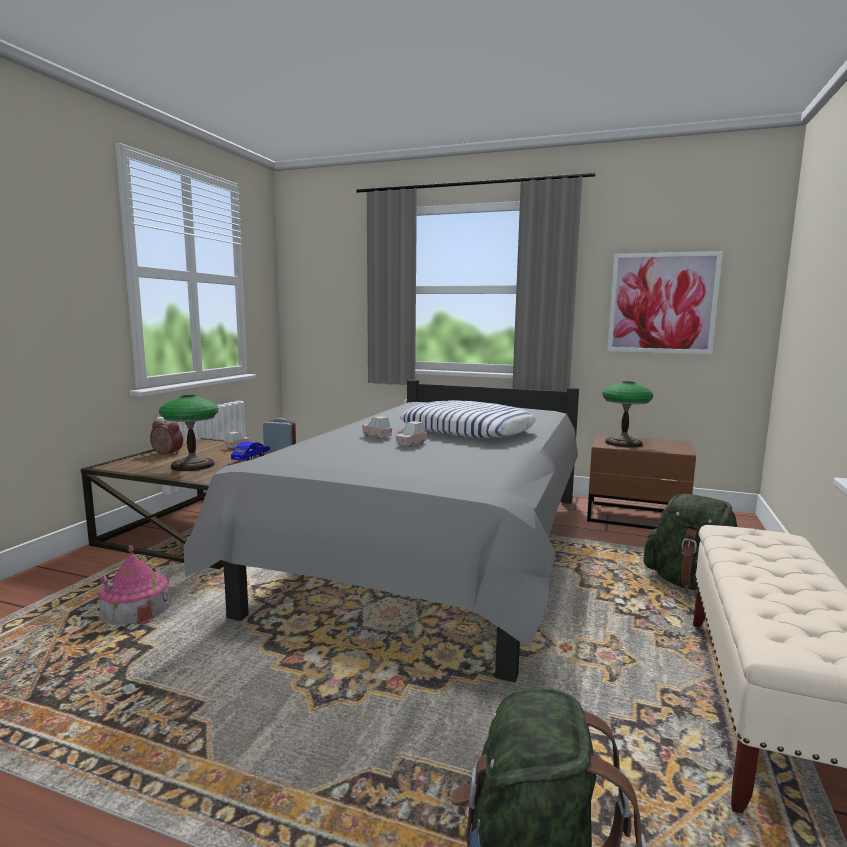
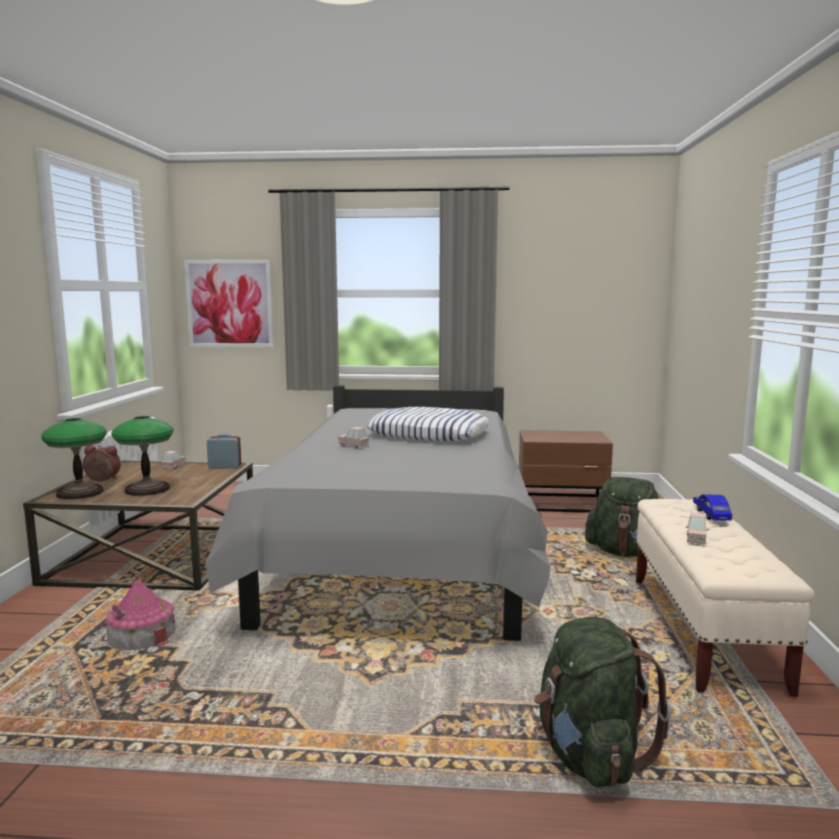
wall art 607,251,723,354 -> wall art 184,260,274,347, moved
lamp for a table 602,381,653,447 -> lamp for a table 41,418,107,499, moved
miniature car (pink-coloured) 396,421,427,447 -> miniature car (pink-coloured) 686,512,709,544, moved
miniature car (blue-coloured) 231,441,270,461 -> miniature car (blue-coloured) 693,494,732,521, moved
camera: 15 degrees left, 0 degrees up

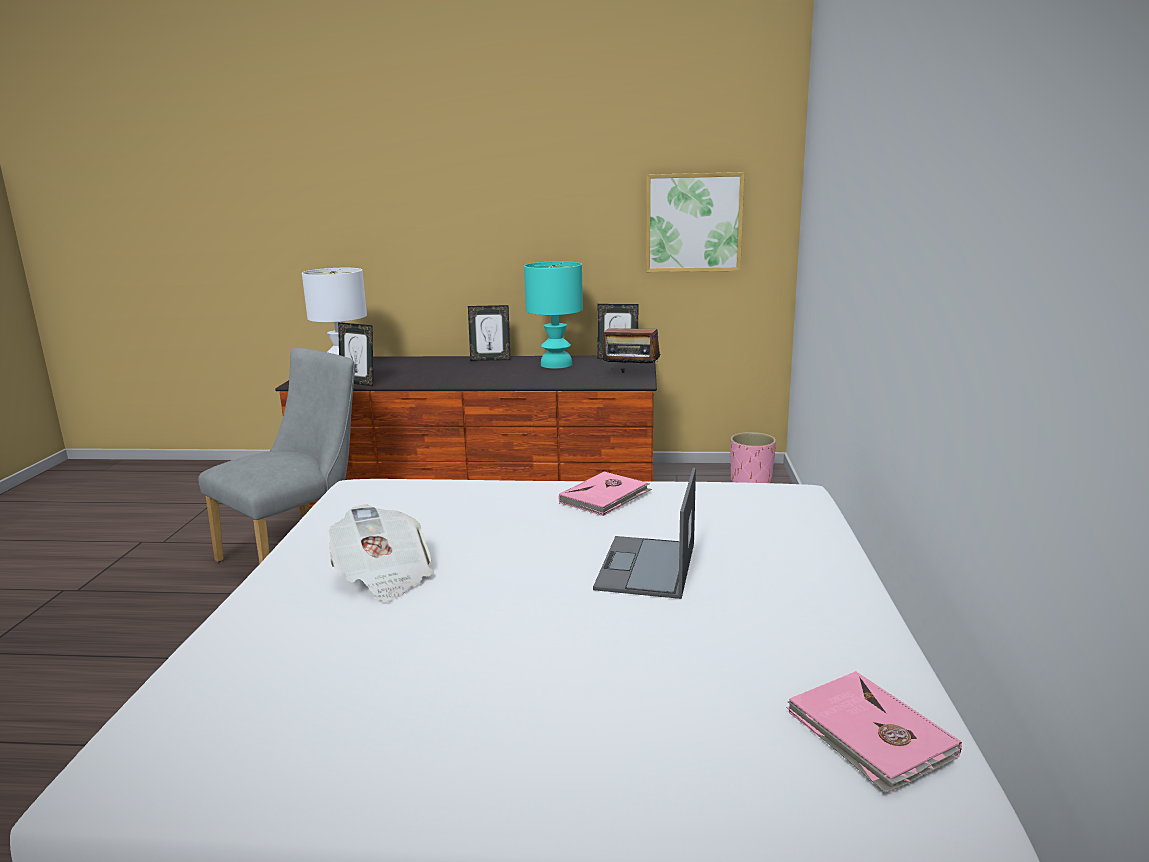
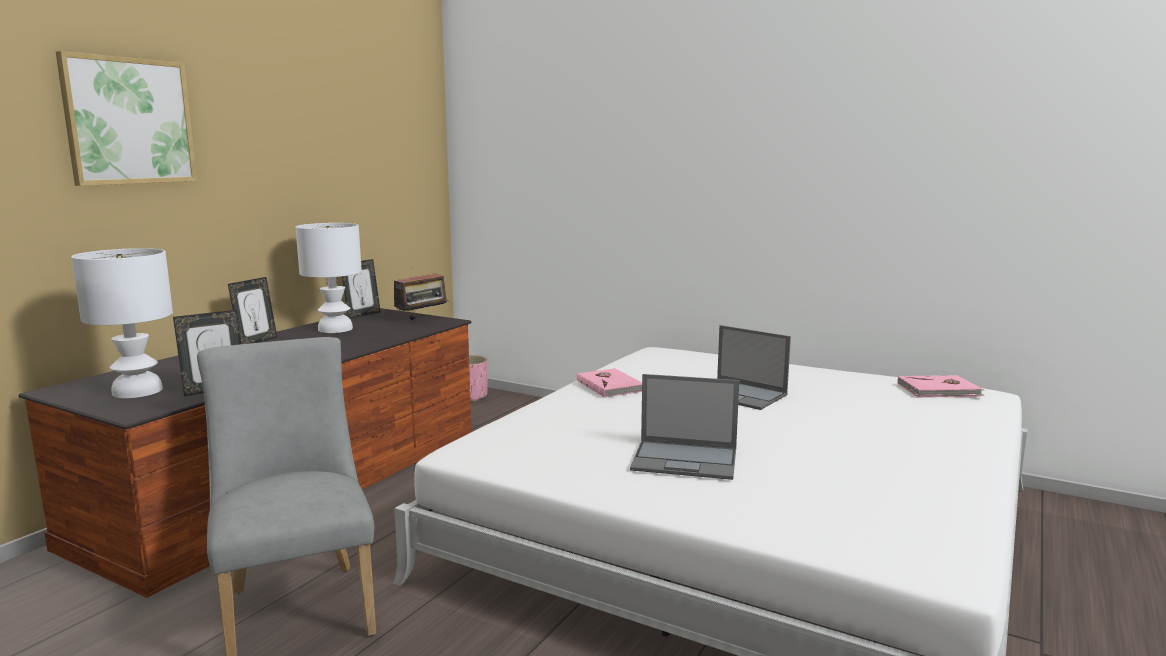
wall art 646,172,744,272 -> wall art 56,51,197,186, moved
lamp for a table (blue-green) 524,261,583,369 -> lamp for a table (white-coloured) 296,223,362,333
printed paper 329,505,433,602 -> laptop 630,374,739,480
camera: 65 degrees left, 5 degrees down

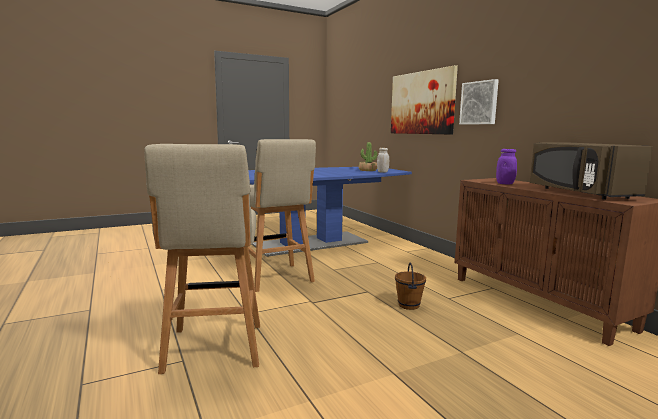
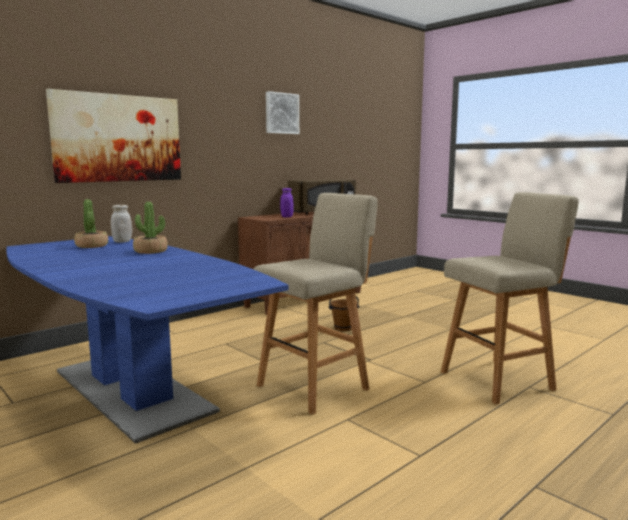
wall art 459,79,499,125 -> wall art 266,91,299,134, moved
none -> plant in a pot 133,202,168,254
camera: 105 degrees left, 0 degrees up

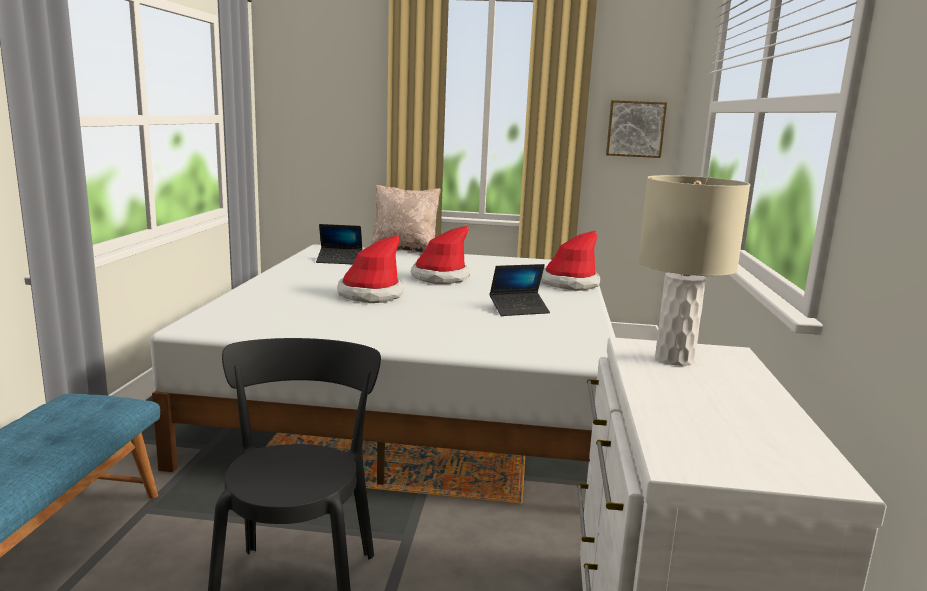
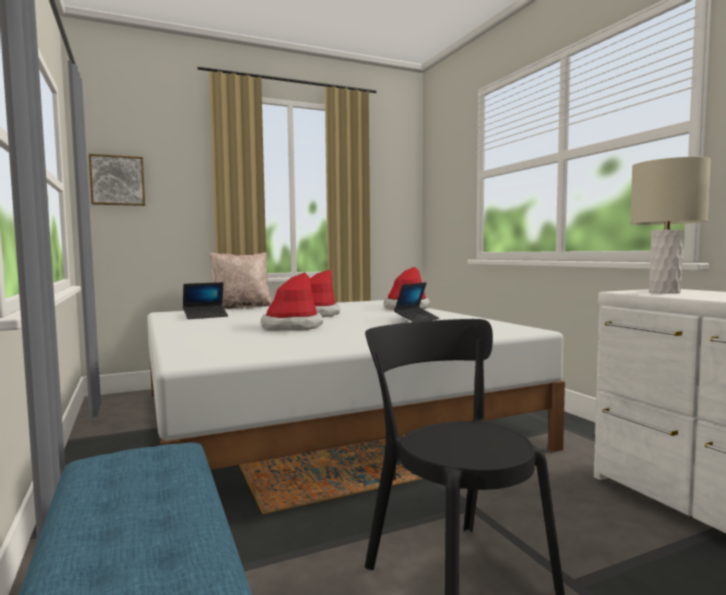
wall art 606,100,667,158 -> wall art 89,154,145,206, moved
camera: 30 degrees left, 10 degrees down

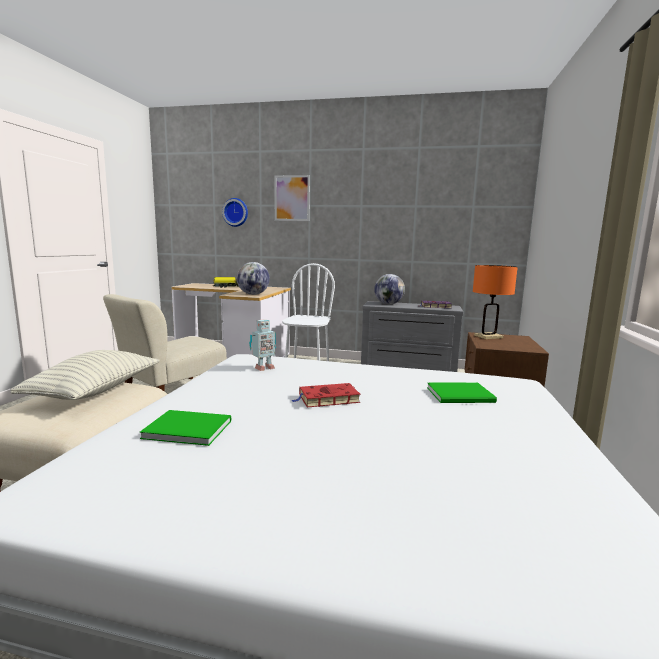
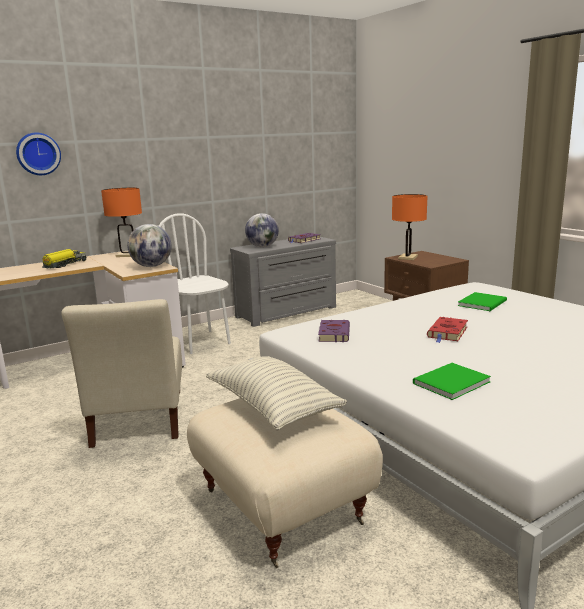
wall art 275,175,310,221 -> none
toy robot 249,319,276,371 -> book (purple) 318,320,350,342
none -> lamp for a table (orange) 101,188,142,257
camera: 45 degrees left, 5 degrees up

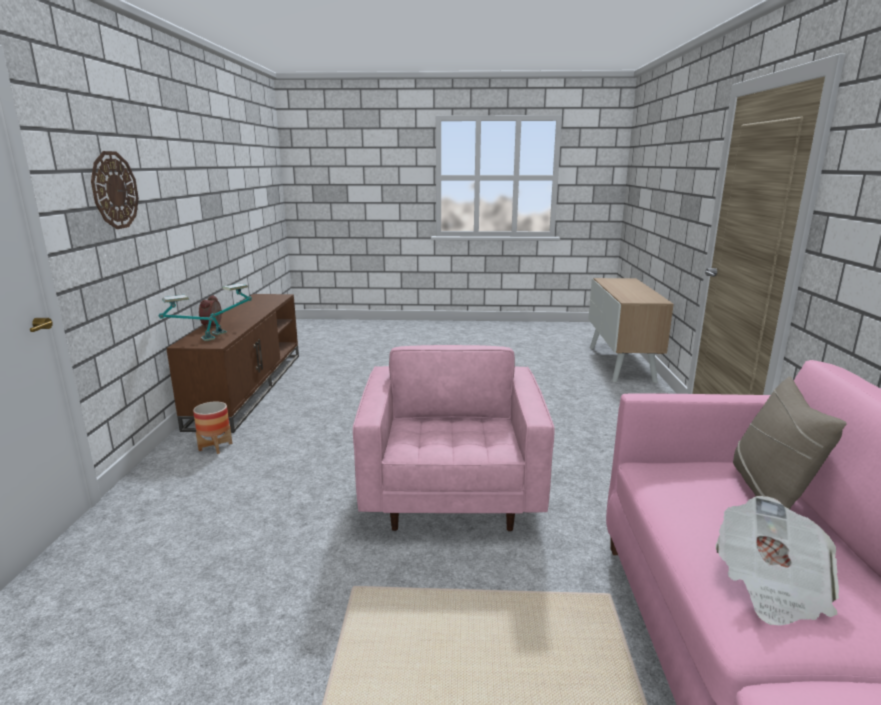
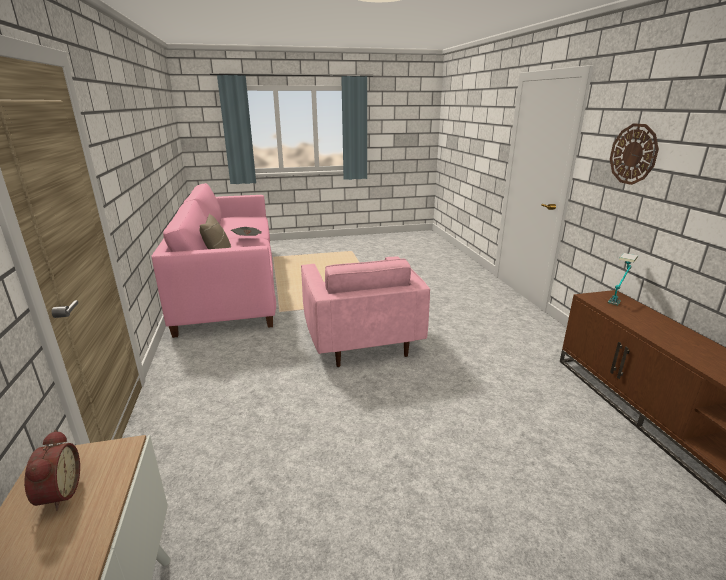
lamp for a table 210,283,252,335 -> none
bedside clock 199,295,222,328 -> bedside clock 24,430,80,511, moved
plant pot 193,401,232,454 -> none
camera: 165 degrees right, 5 degrees up

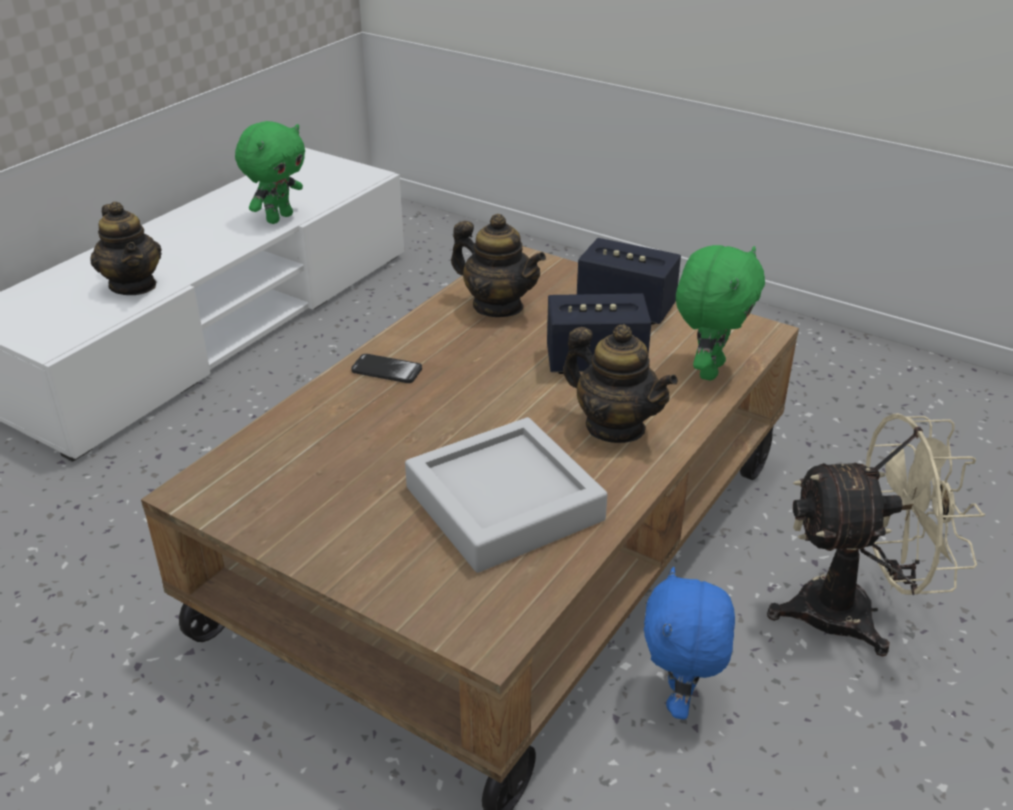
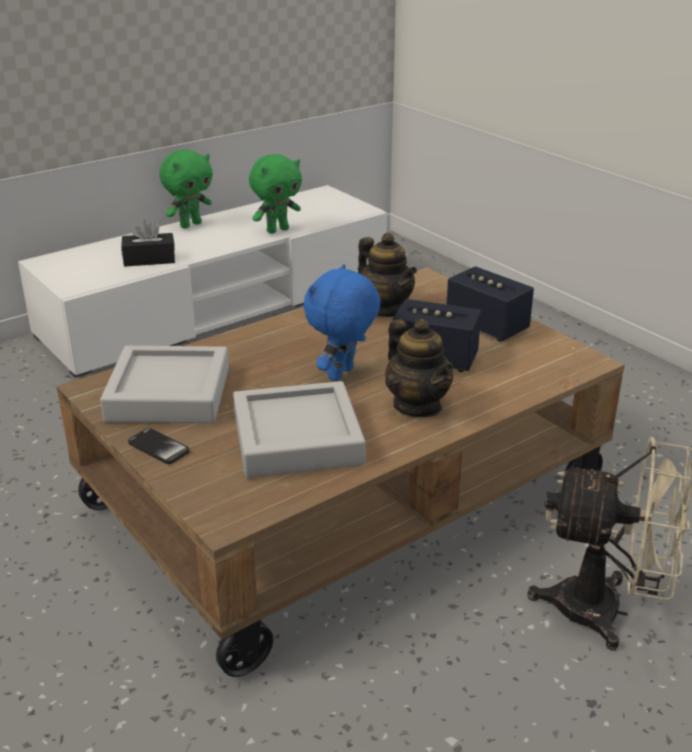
pot for tea 90,202,162,295 -> tissue holder (black) 121,220,175,267
cuddly toy (greenish) 676,245,765,380 -> cuddly toy (greenish) 159,150,213,229, moved
phone 351,354,422,383 -> phone 128,428,190,464, moved
cuddly toy (blue-coloured) 644,567,735,720 -> cuddly toy (blue-coloured) 304,264,381,381, moved
none -> carrying tray (gray) 100,346,229,423
camera: 20 degrees right, 5 degrees down

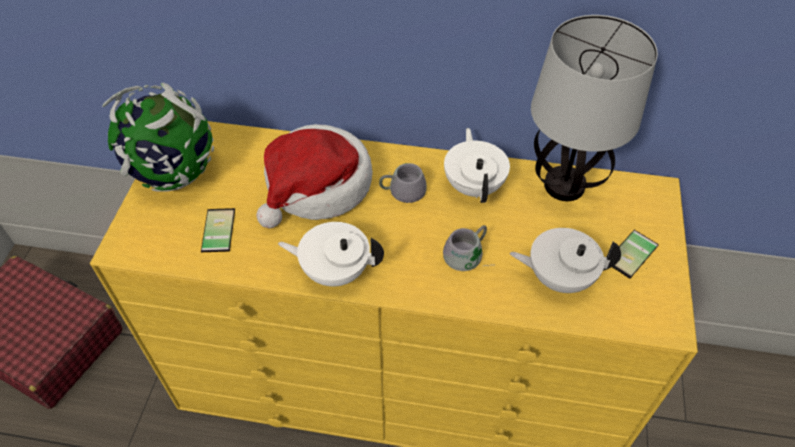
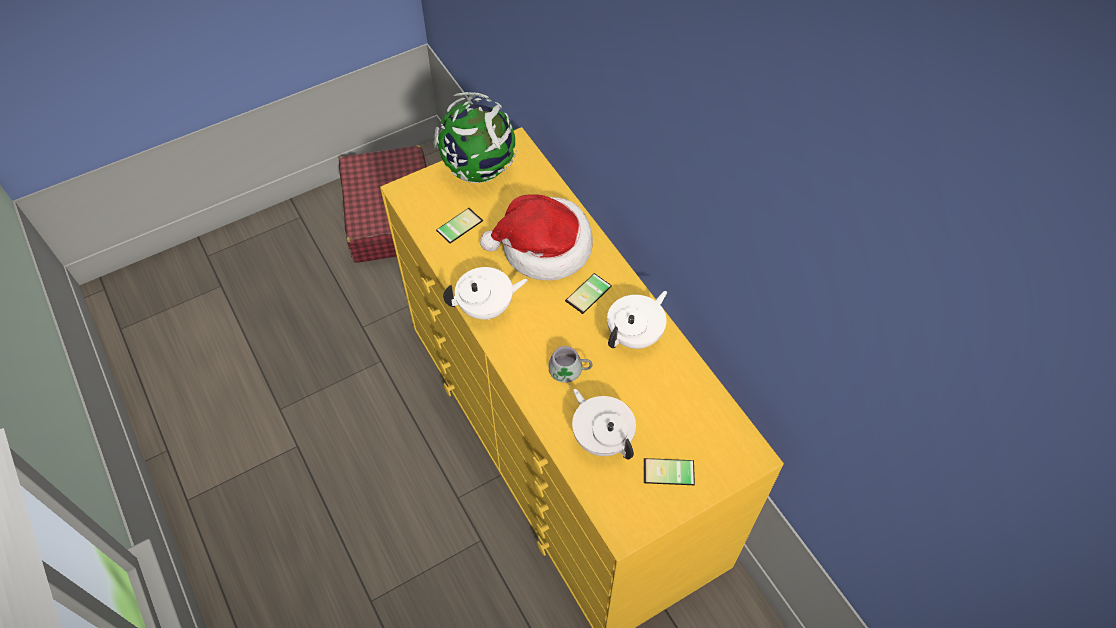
lamp for a table 531,15,658,201 -> none
coffee mug (gray) 379,163,427,203 -> phone 565,273,612,314
pot for tea (white-coloured) 278,222,384,287 -> pot for tea (white-coloured) 443,267,528,320, 105 degrees clockwise
camera: 50 degrees right, 5 degrees up

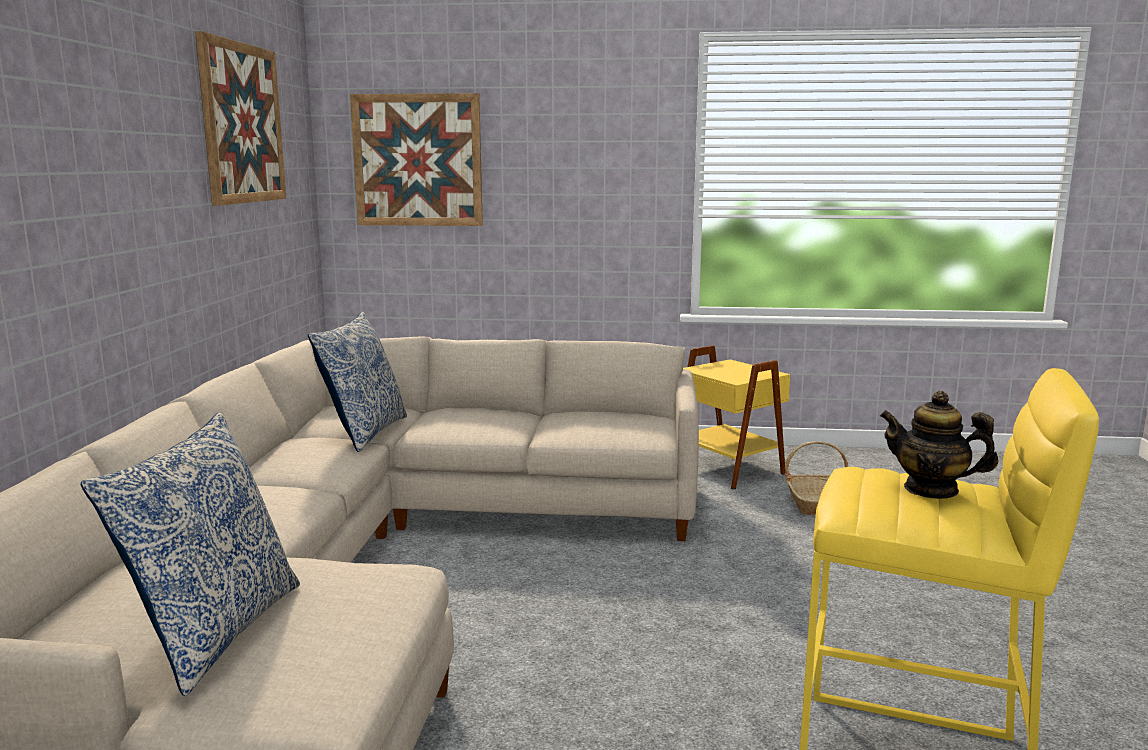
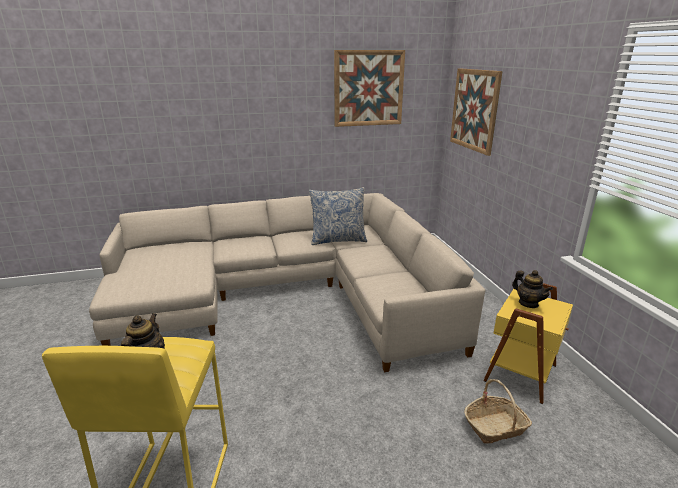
throw pillow 81,412,300,696 -> none
none -> pot for tea 512,270,553,308
camera: 70 degrees right, 10 degrees up

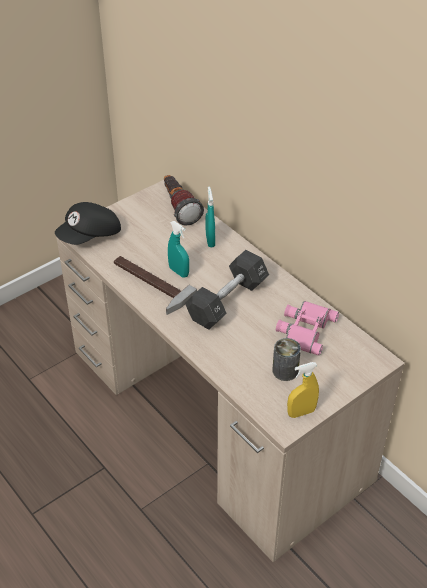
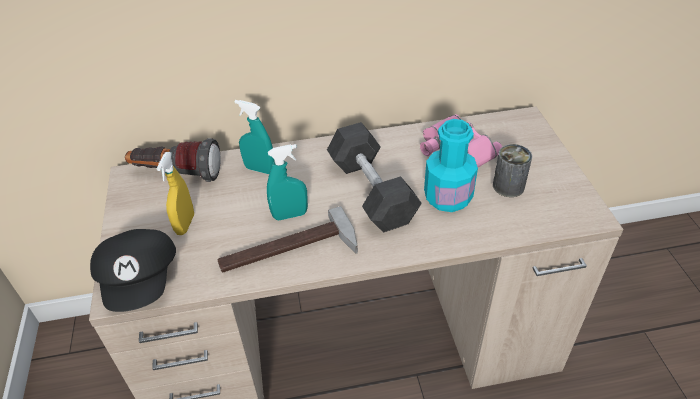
hand sprayer (yellow) 287,362,319,418 -> hand sprayer (yellow) 157,152,194,235, moved
none -> bottle (blue-green) 424,119,478,212
camera: 60 degrees left, 0 degrees up

